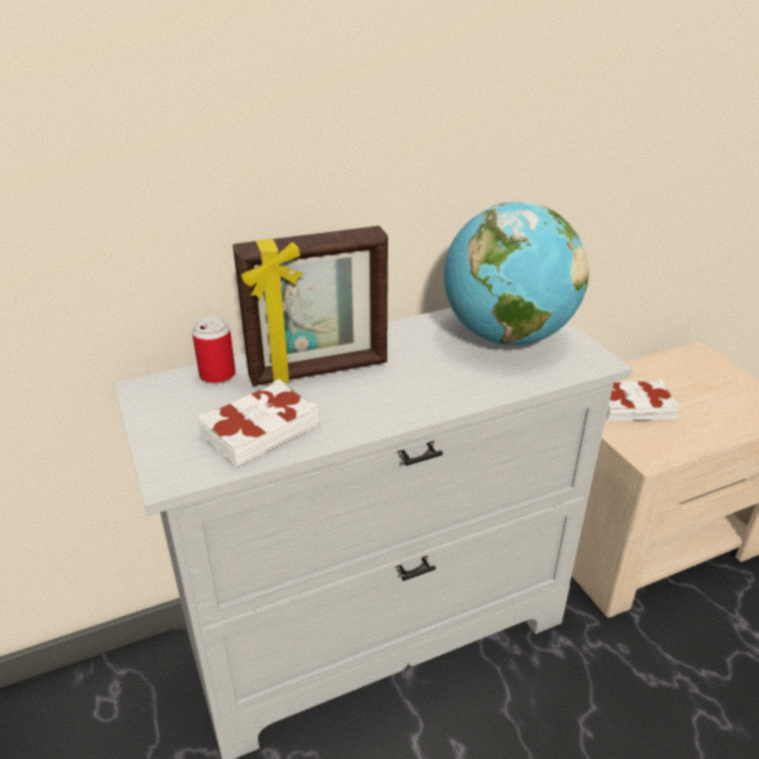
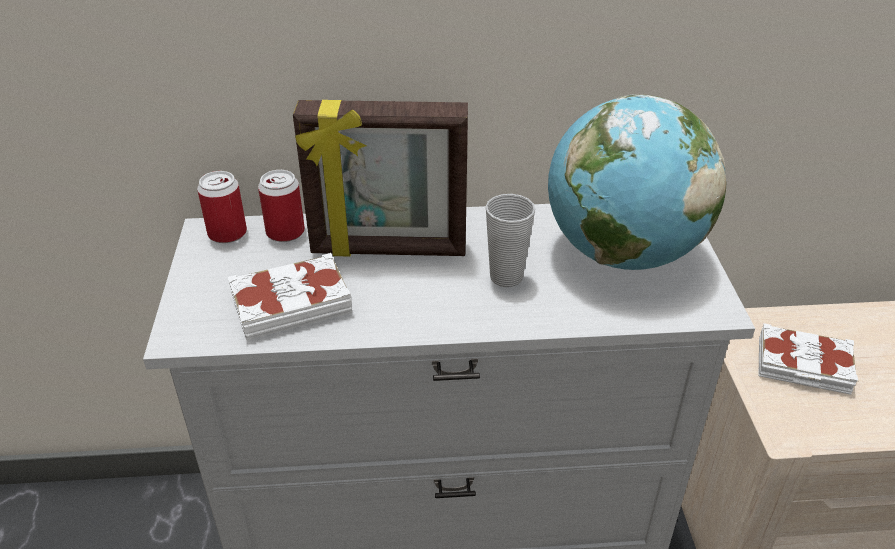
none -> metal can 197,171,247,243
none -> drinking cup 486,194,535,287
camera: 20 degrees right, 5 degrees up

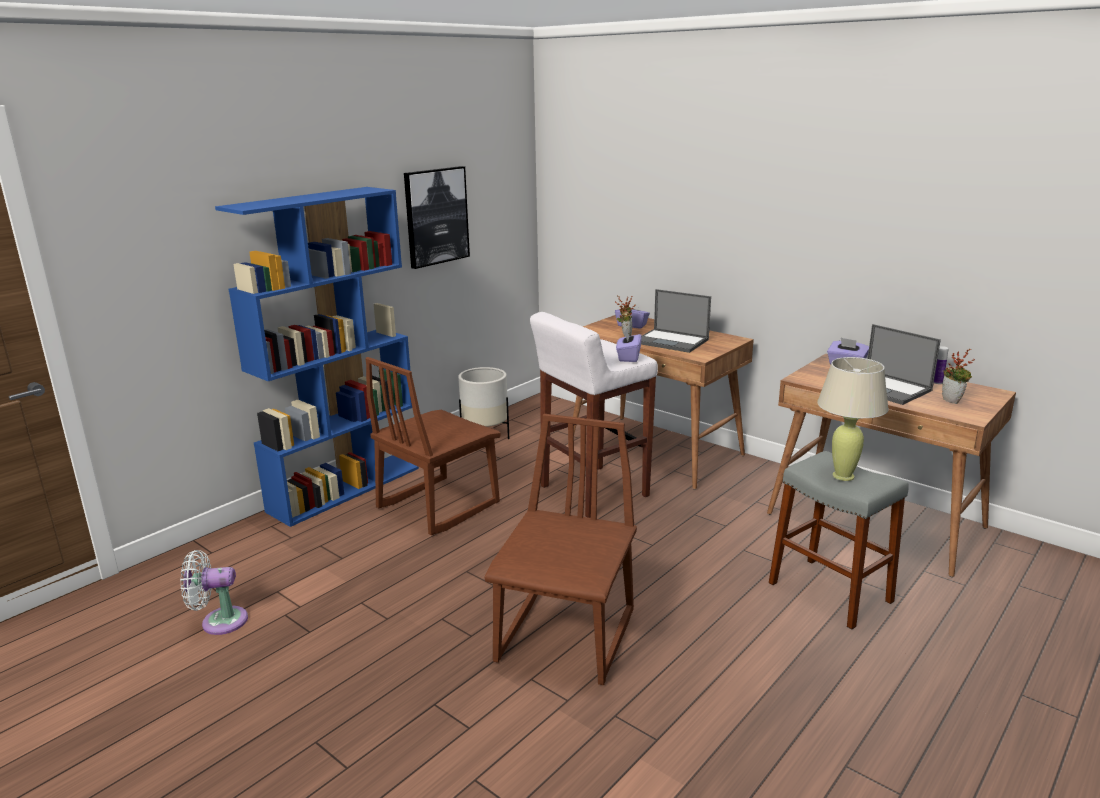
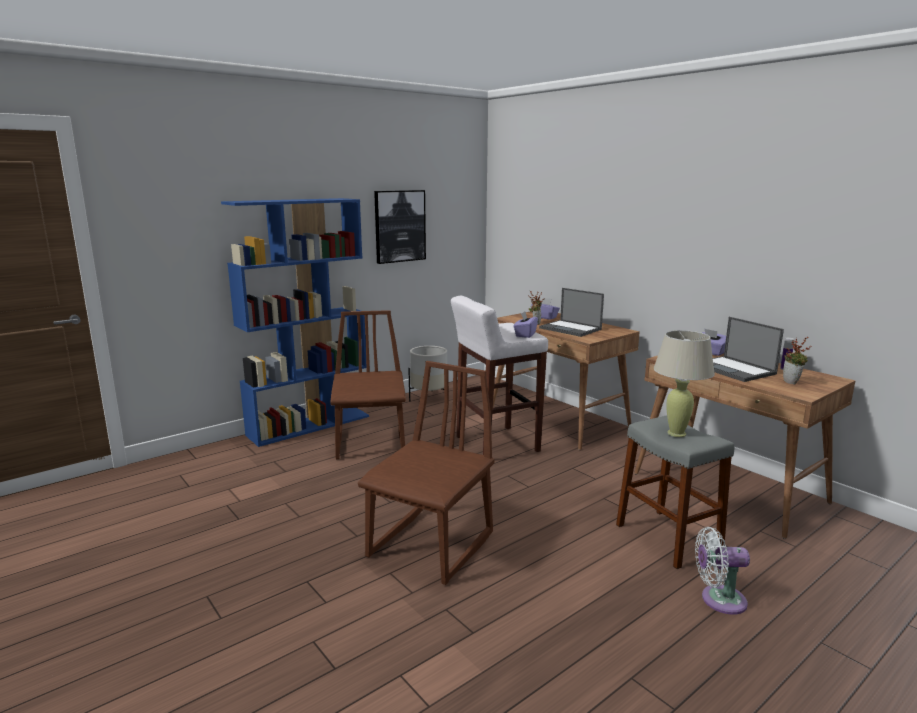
plain chair (brown) 365,357,501,535 -> plain chair (brown) 331,310,406,459, 120 degrees clockwise
cooling fan (white-coloured) 180,550,248,635 -> cooling fan (white-coloured) 695,527,750,615, moved
camera: 10 degrees right, 5 degrees down

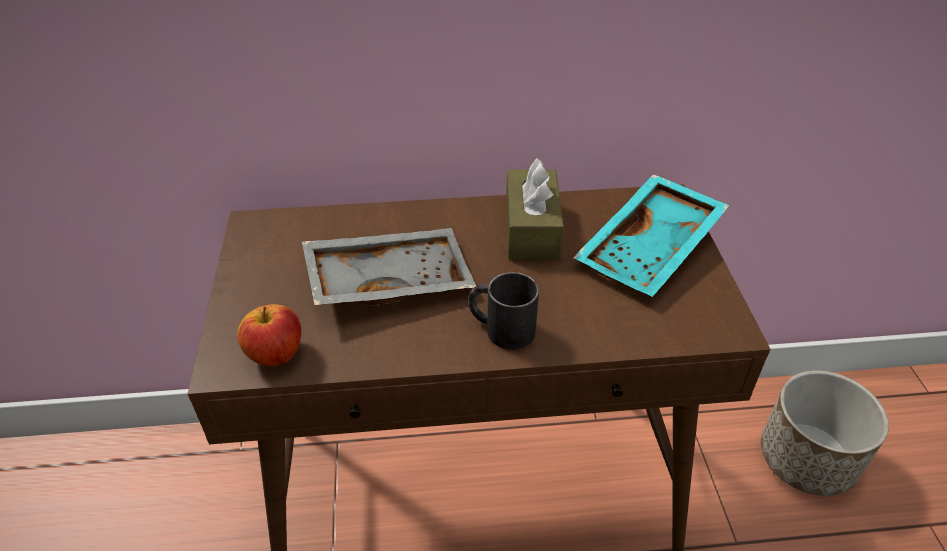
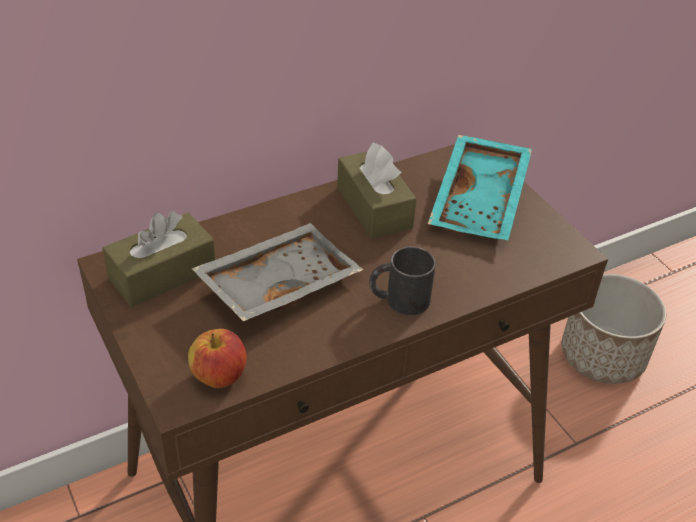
none -> tissue holder (brown) 102,211,215,307
camera: 25 degrees left, 0 degrees up

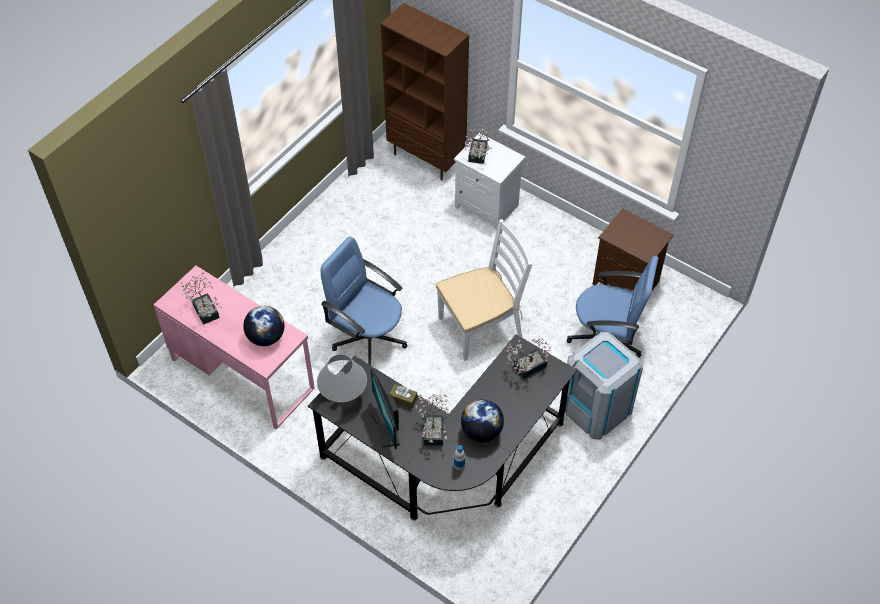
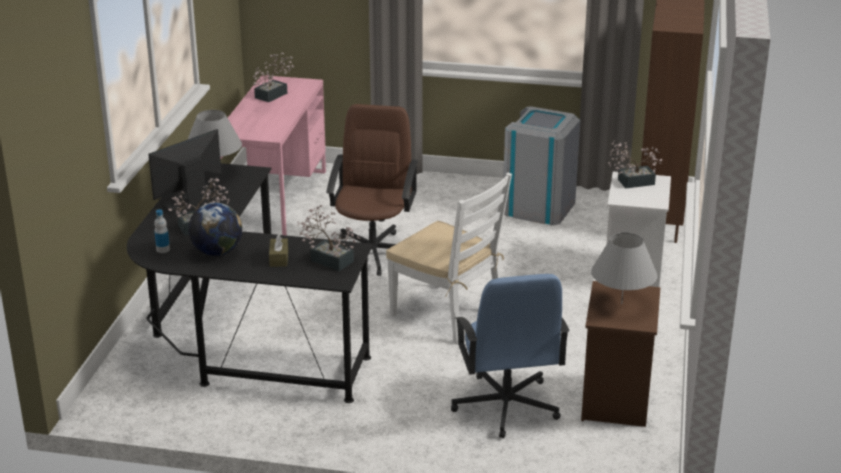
desk chair (blue-coloured) 320,236,407,365 -> desk chair (brown) 326,104,418,276
globe 243,306,284,346 -> none
waste bin (gray) 565,332,643,440 -> waste bin (gray) 503,106,580,225, moved
tissue holder (brown) 389,384,417,408 -> tissue holder (brown) 269,233,288,267, moved
none -> lamp for a table (gray) 591,232,657,304
camera: 65 degrees right, 25 degrees down

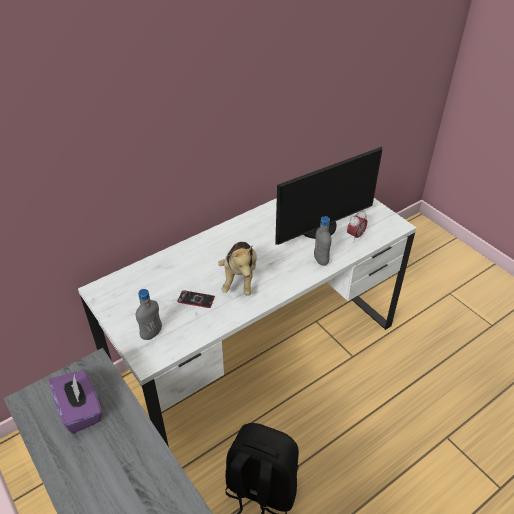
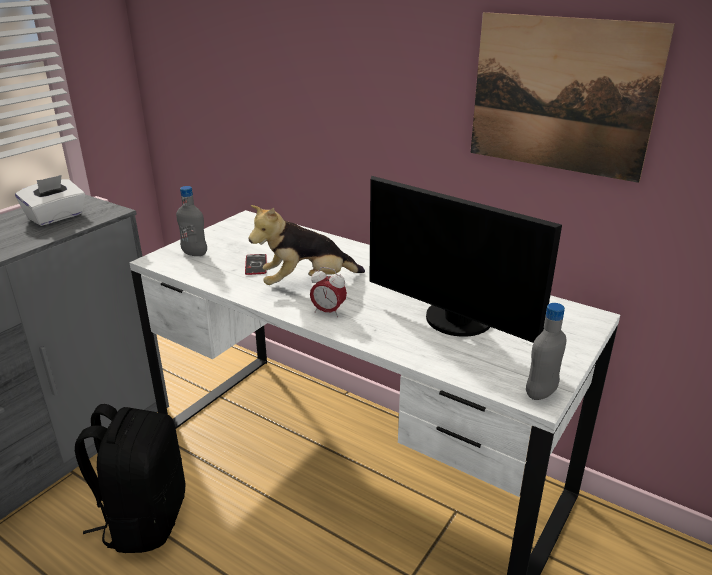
bedside clock 347,210,367,242 -> bedside clock 310,267,347,317, moved
bottle (gray) 314,216,331,266 -> bottle (gray) 526,303,566,400, moved
tissue holder (purple) 49,370,102,433 -> tissue holder (white-coloured) 15,175,85,226
none -> wall art 470,12,675,183
camera: 70 degrees right, 15 degrees down

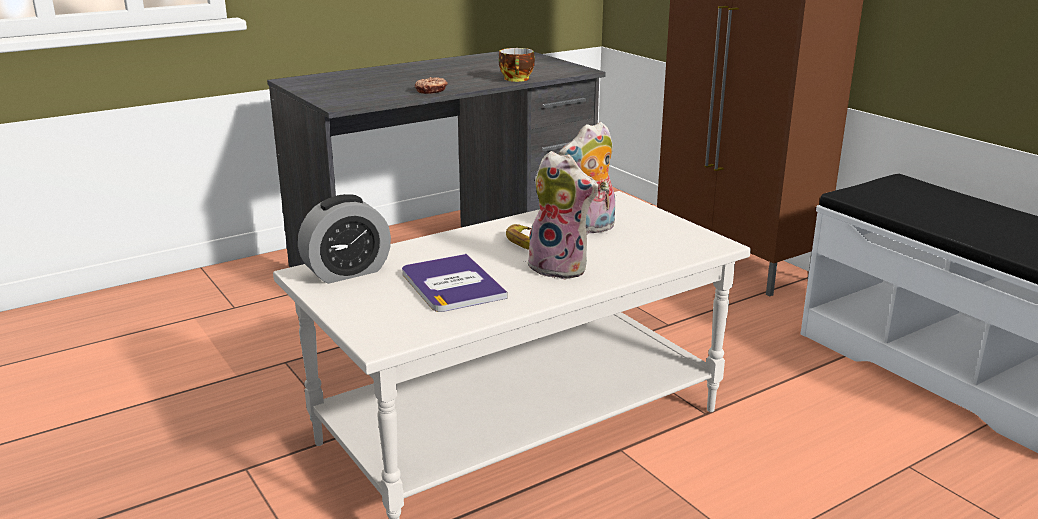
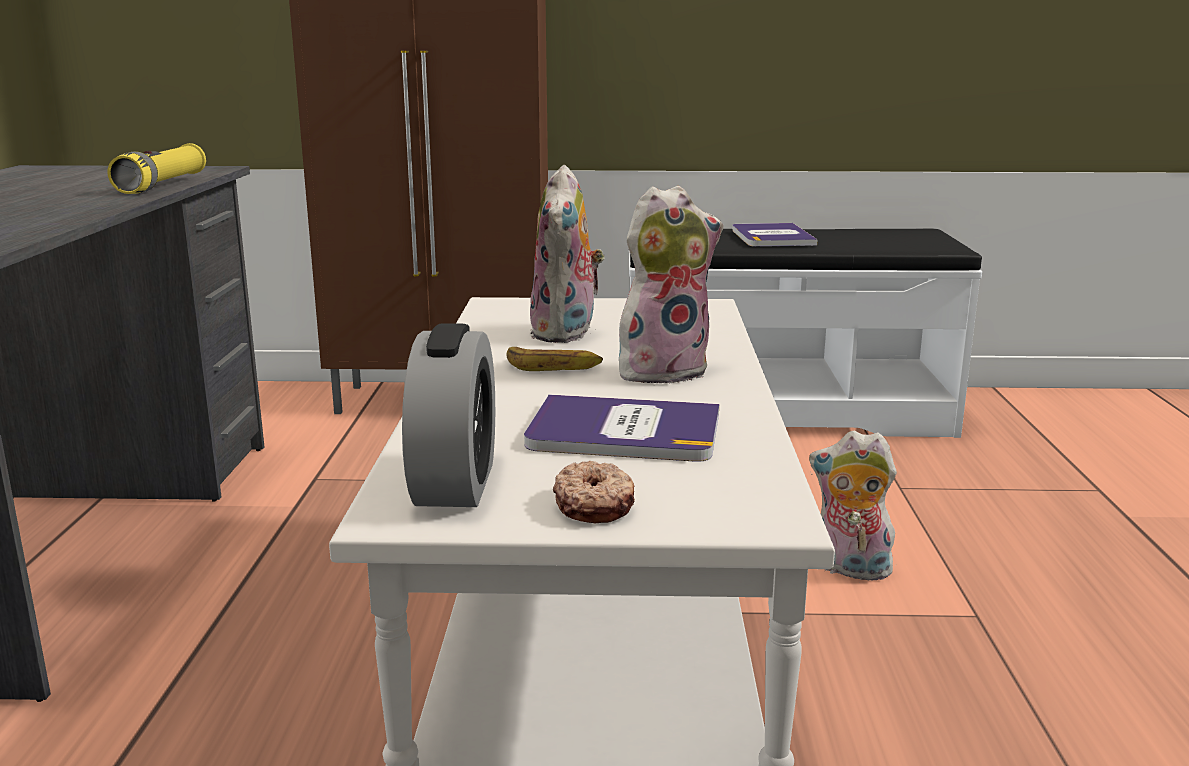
drinking cup 499,48,535,82 -> torch (yellow) 107,143,206,194
ring doughnut 415,77,448,94 -> ring doughnut 553,461,635,524, moved
none -> book 732,223,817,247
none -> cuddly toy 809,430,899,581
camera: 55 degrees left, 5 degrees down

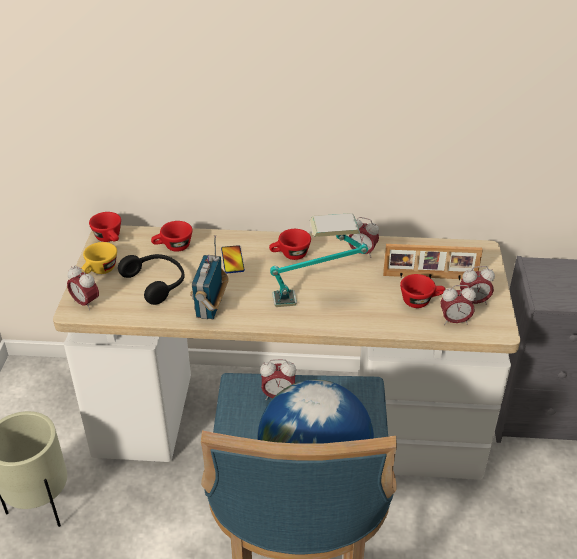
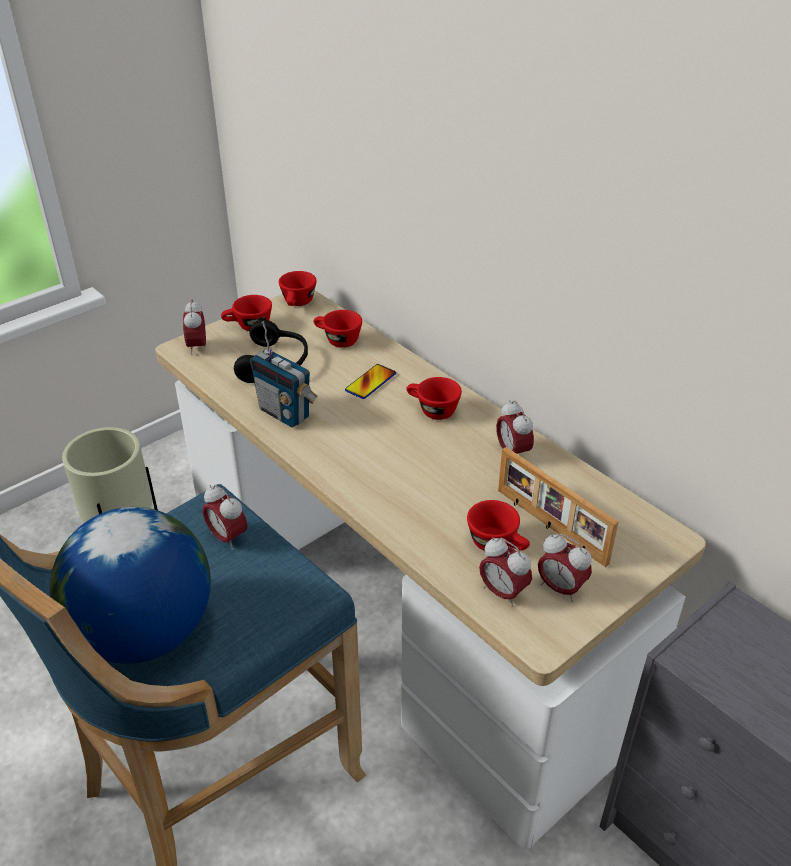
lamp for a table 270,213,368,307 -> none
radio set 190,235,229,319 -> radio set 250,321,318,428, 105 degrees counterclockwise
drinking cup (yellow) 81,242,117,274 -> drinking cup (red) 221,295,272,331
camera: 45 degrees right, 0 degrees up

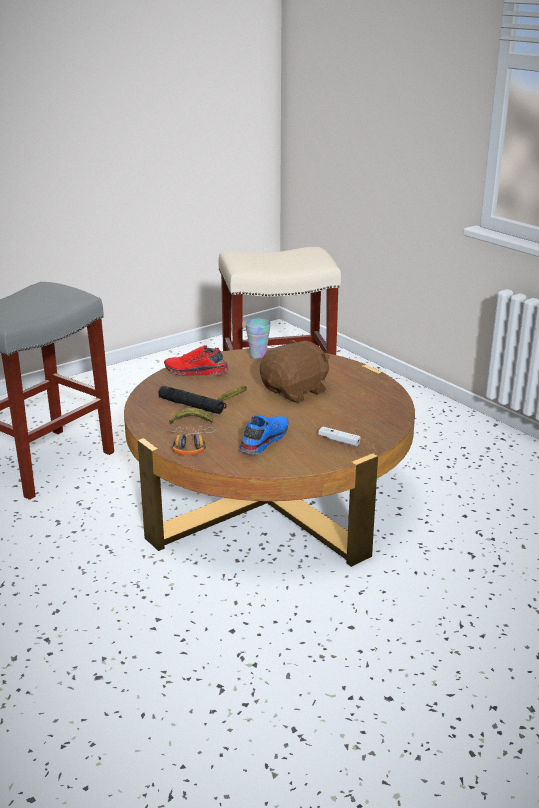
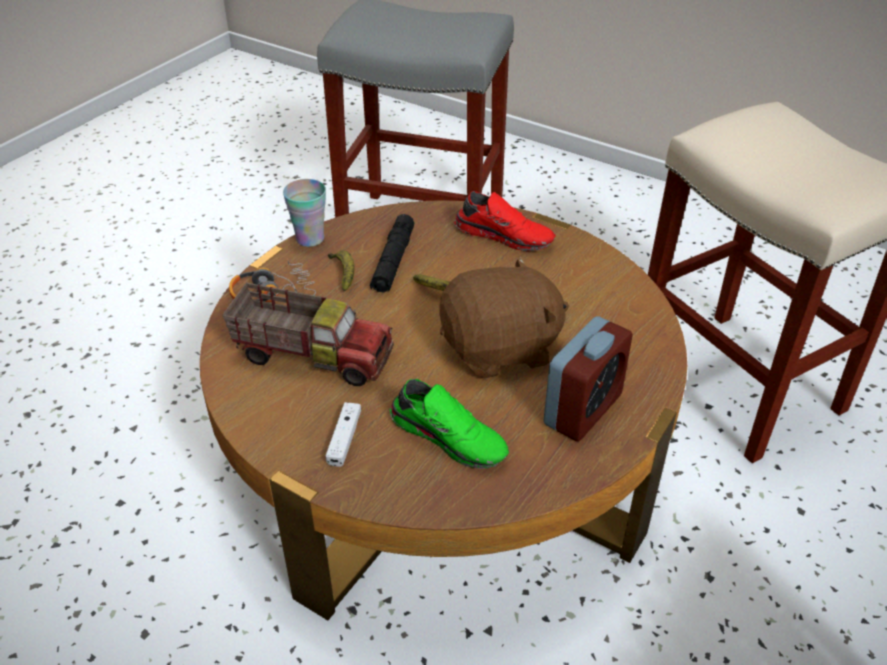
drinking cup 245,319,271,359 -> drinking cup 283,179,326,247, moved
cuddly toy (brown) 260,339,331,403 -> cuddly toy (brown) 439,255,569,379, 45 degrees counterclockwise
low shoe (red) 164,345,229,376 -> low shoe (red) 454,191,556,251, 120 degrees clockwise
low shoe (blue-coloured) 239,415,289,454 -> toy lorry 222,283,394,386
none -> bedside clock 543,316,633,441
none -> low shoe (greenish) 390,379,509,468
camera: 70 degrees right, 15 degrees up

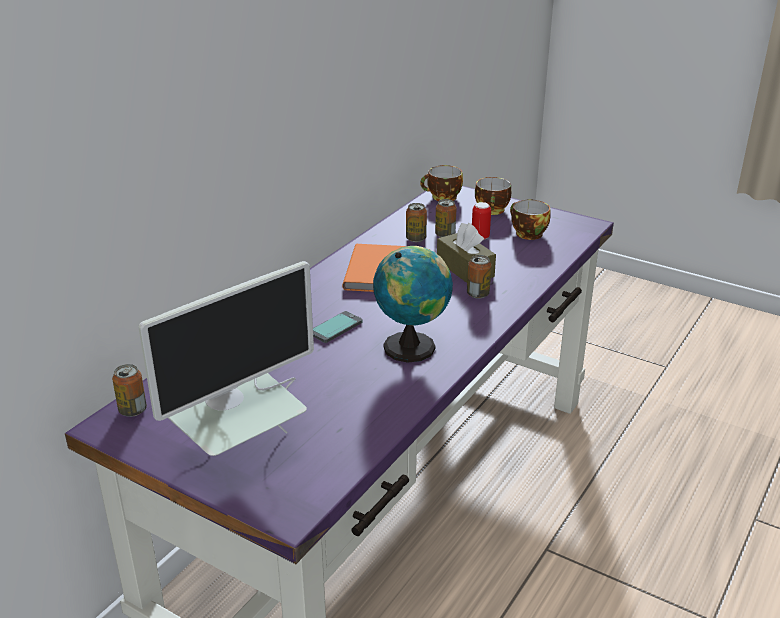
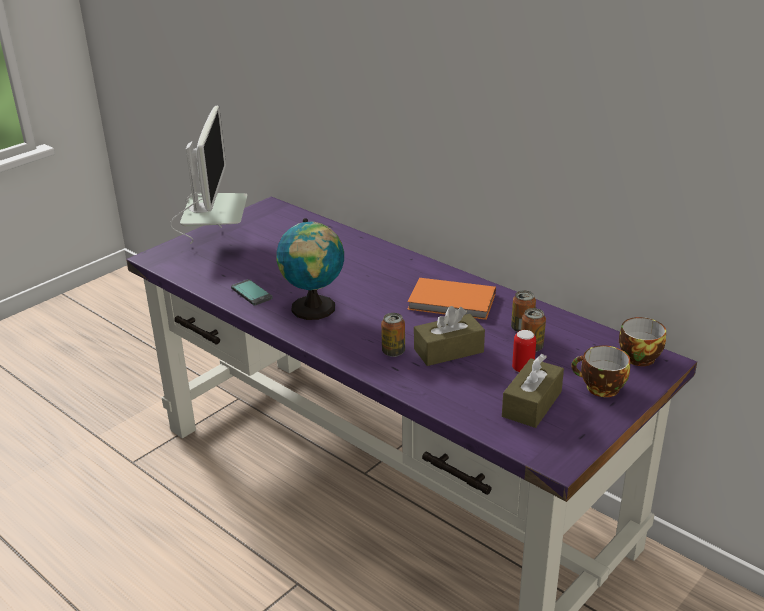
drinking cup 510,200,550,240 -> tissue holder (brown) 502,354,564,428
computer display 138,261,314,456 -> computer display 170,106,248,244, 150 degrees counterclockwise
phone 313,311,363,343 -> phone 231,279,272,306, moved
metal can 112,364,147,417 -> none
camera: 100 degrees right, 0 degrees up

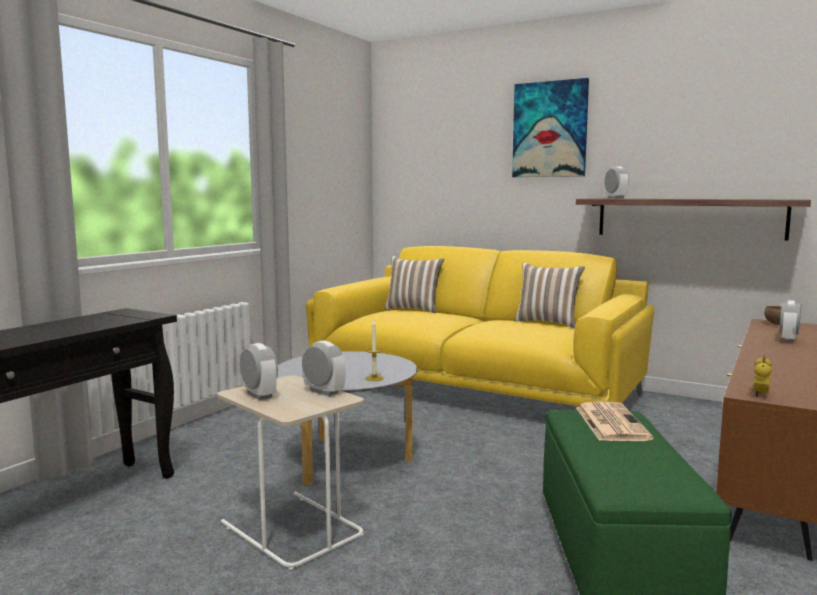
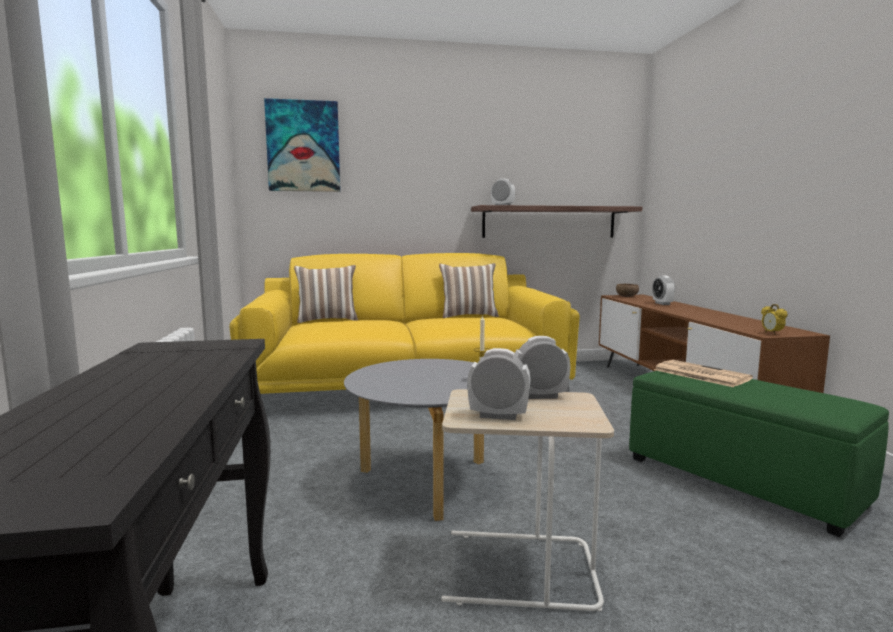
wall art 512,78,589,177 -> wall art 264,98,340,192, moved
camera: 40 degrees left, 0 degrees up

